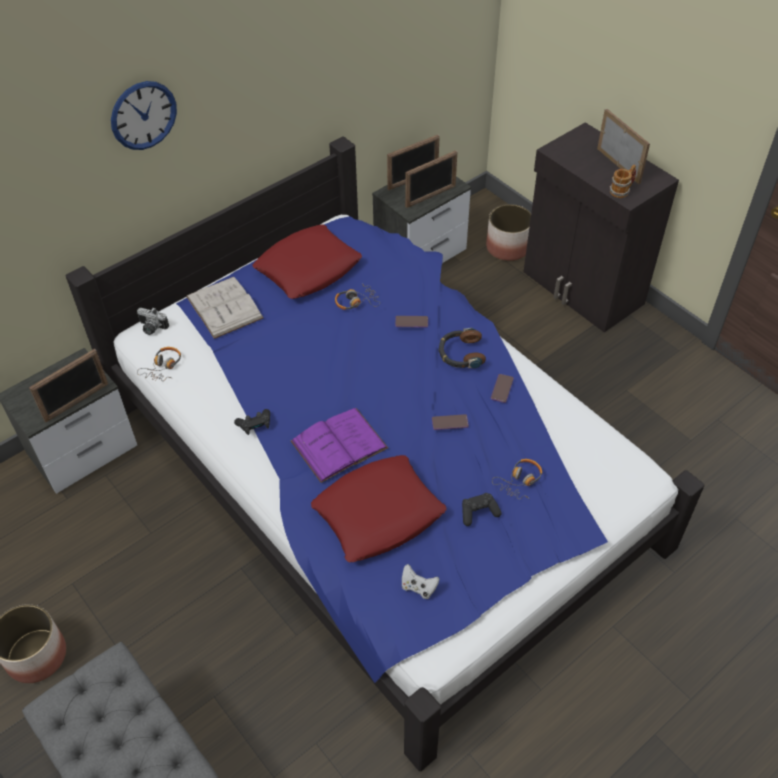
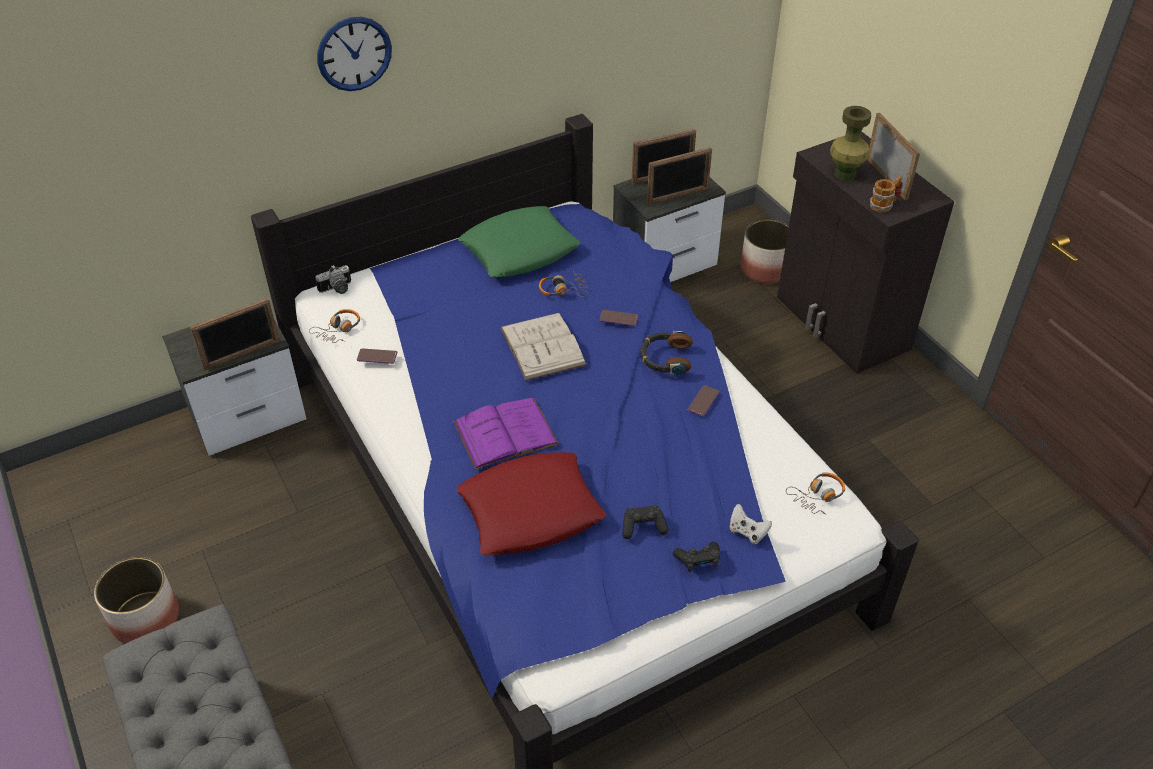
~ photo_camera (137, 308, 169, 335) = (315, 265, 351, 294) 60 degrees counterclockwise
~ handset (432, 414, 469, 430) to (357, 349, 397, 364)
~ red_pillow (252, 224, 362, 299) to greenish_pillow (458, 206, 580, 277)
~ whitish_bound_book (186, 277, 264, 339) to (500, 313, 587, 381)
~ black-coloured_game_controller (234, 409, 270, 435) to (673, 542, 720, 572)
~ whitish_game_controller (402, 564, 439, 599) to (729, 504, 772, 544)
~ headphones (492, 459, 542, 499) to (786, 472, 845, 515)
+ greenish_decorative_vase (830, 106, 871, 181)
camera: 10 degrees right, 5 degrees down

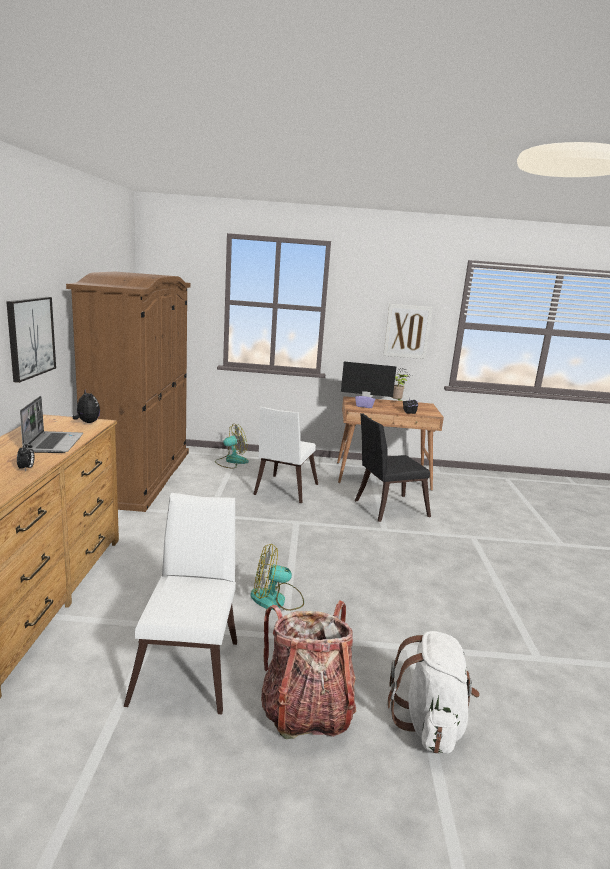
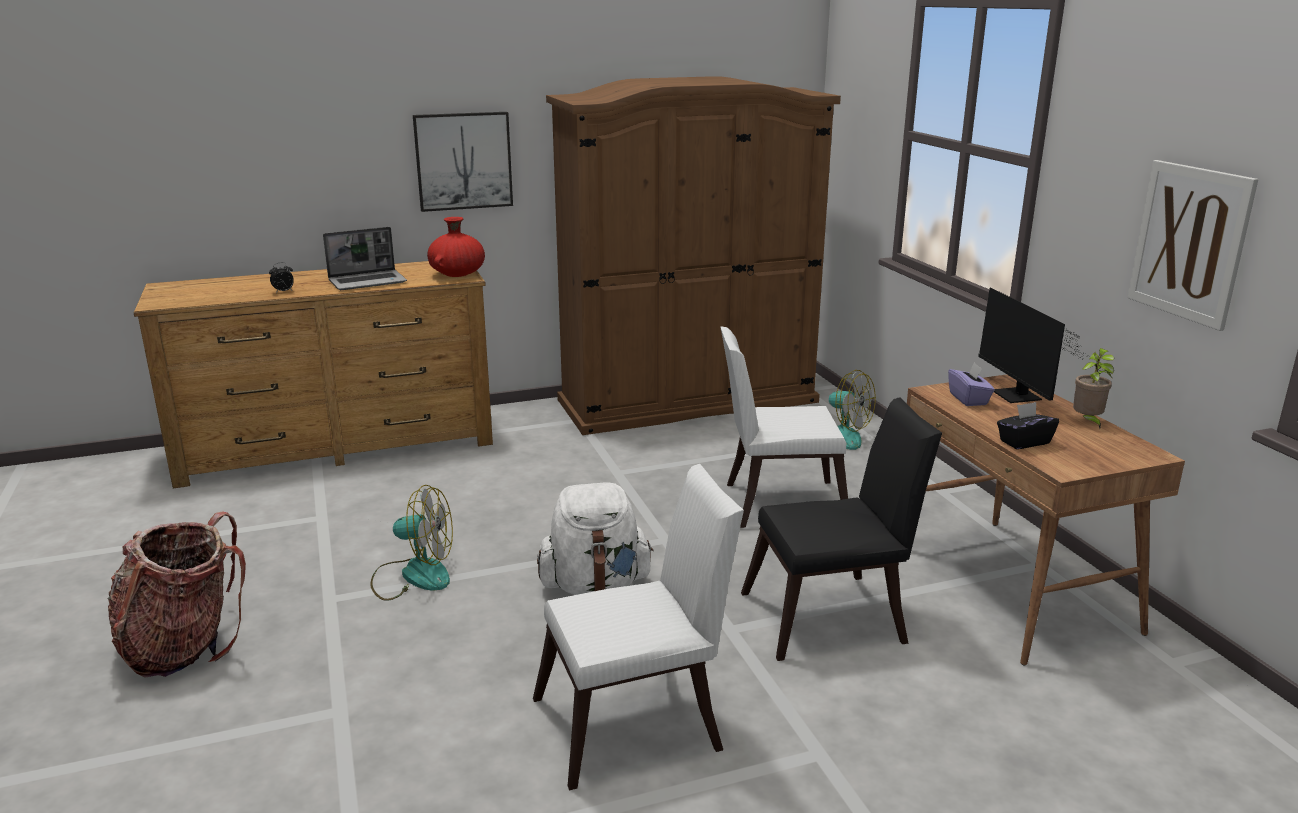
~ cooling_fan (251, 544, 304, 611) = (370, 485, 453, 601) 120 degrees clockwise
~ cuddly_toy (73, 390, 100, 423) to red_decorative_vase (427, 217, 485, 277)
~ whitish_upright_chair (123, 493, 237, 714) to (533, 464, 744, 790)
~ whitish_knapsack (388, 631, 480, 754) to (537, 483, 653, 595)
~ black-coloured_upright_chair (355, 413, 431, 522) = (741, 397, 942, 661) 120 degrees clockwise
camera: 70 degrees right, 5 degrees up

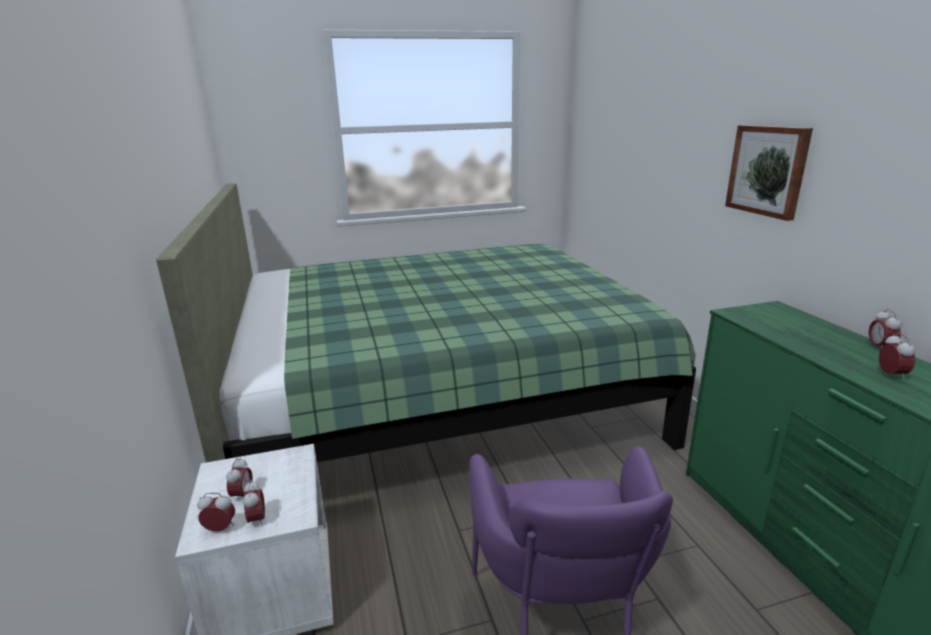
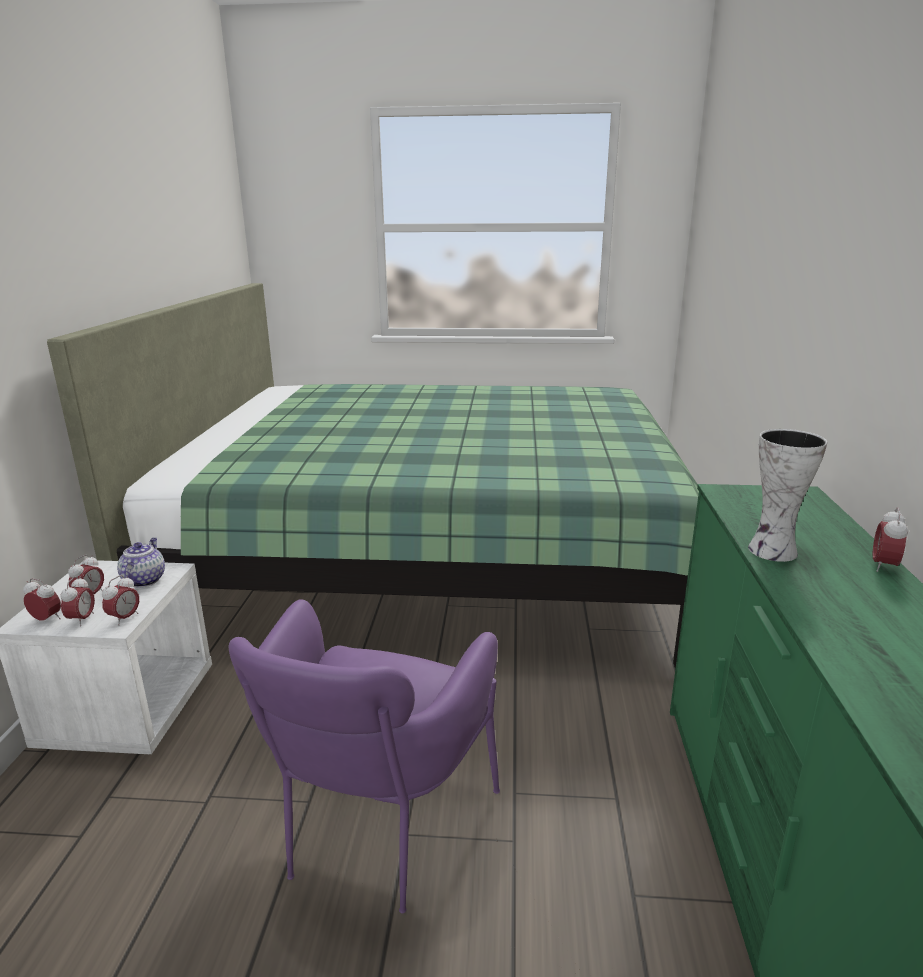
~ table_clock (879, 333, 915, 381) to (102, 575, 139, 625)
+ tea_pot (117, 538, 165, 588)
+ decorative_vase (748, 429, 827, 562)
- picture (725, 125, 813, 221)
camera: 20 degrees right, 0 degrees up

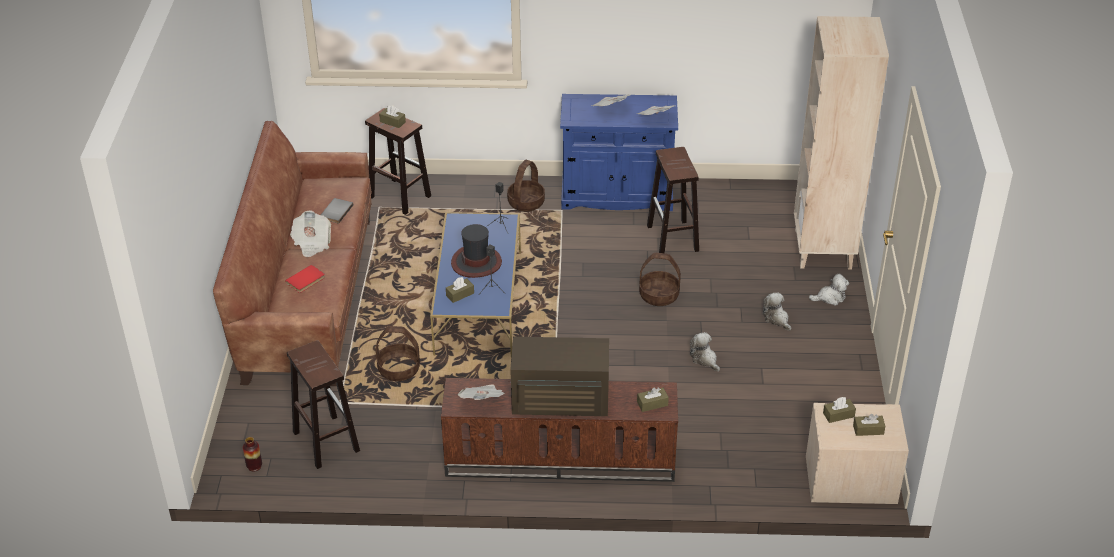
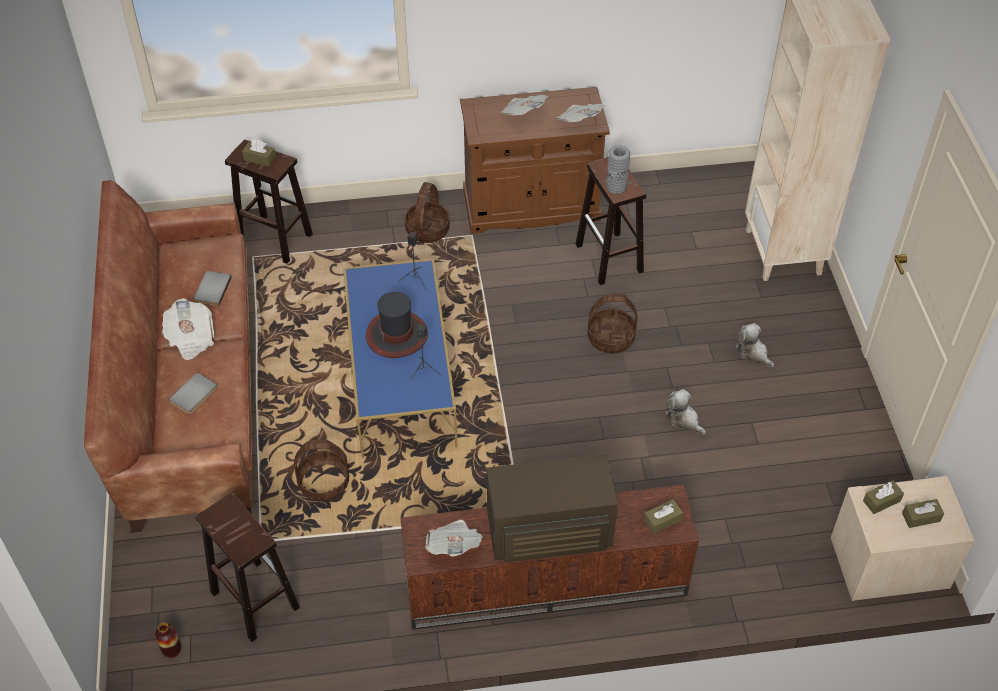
~ red_bound_book (285, 265, 325, 293) to greyish_bound_book (168, 372, 218, 414)
~ bluish_cupboard (560, 94, 678, 211) to brownish_cupboard (460, 87, 610, 234)
+ greyish_decorative_vase (607, 145, 630, 194)
- brownish_tissue_box (446, 277, 474, 303)
- cuddly_toy (809, 274, 849, 306)
camera: 10 degrees left, 10 degrees up

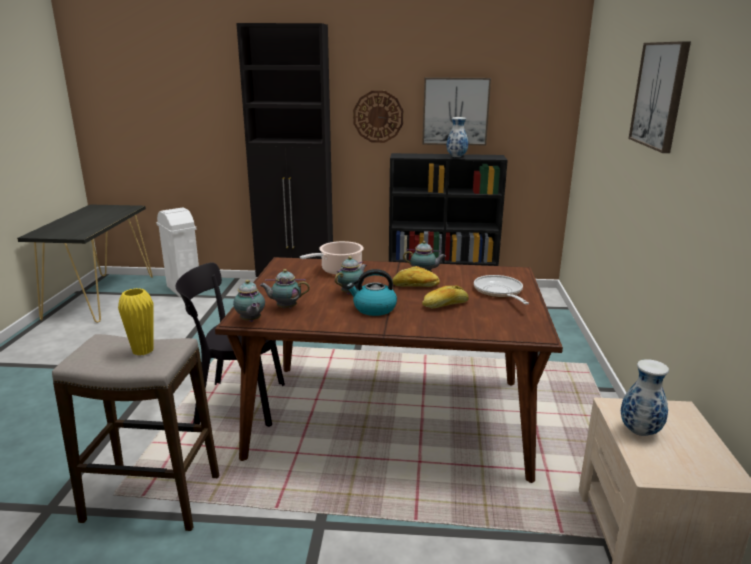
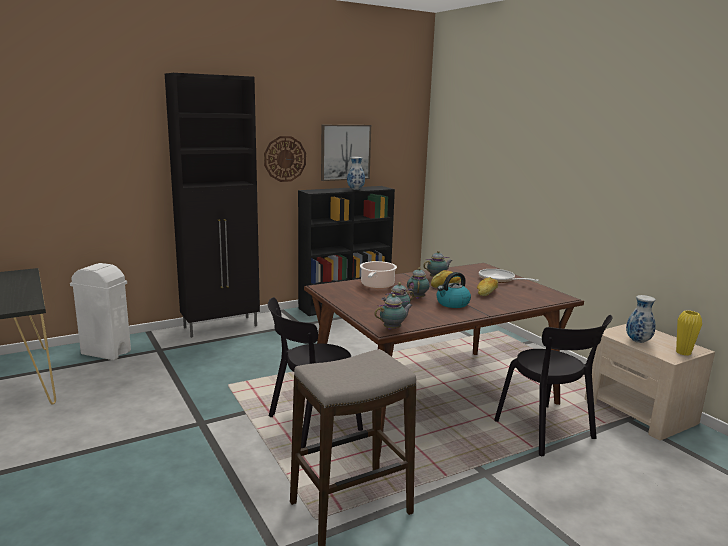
~ tea_pot (233, 280, 265, 322) = (374, 294, 413, 330) 60 degrees counterclockwise
+ black-coloured_upright_chair (494, 315, 612, 456)
~ yellow_decorative_vase (118, 288, 154, 355) to (676, 310, 702, 355)
- picture (628, 41, 691, 153)
camera: 35 degrees left, 5 degrees down

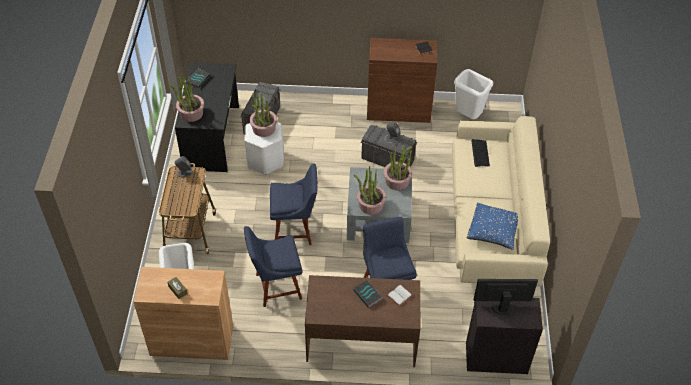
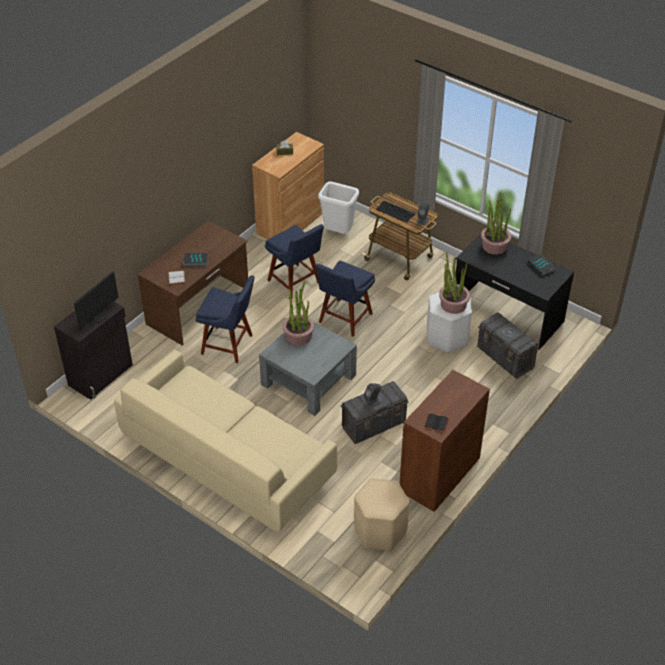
~ bluish_upright_chair (244, 226, 303, 307) = (265, 224, 324, 299) 120 degrees clockwise
~ whitish_rubbish_bin (454, 69, 493, 119) to beige_stool_seat (354, 478, 409, 551)
~ keyboard (472, 139, 490, 167) to (376, 201, 416, 223)
- plant_in_a_pot (383, 146, 412, 190)
- bluish_pillow (467, 203, 518, 250)
camera: 125 degrees right, 5 degrees down

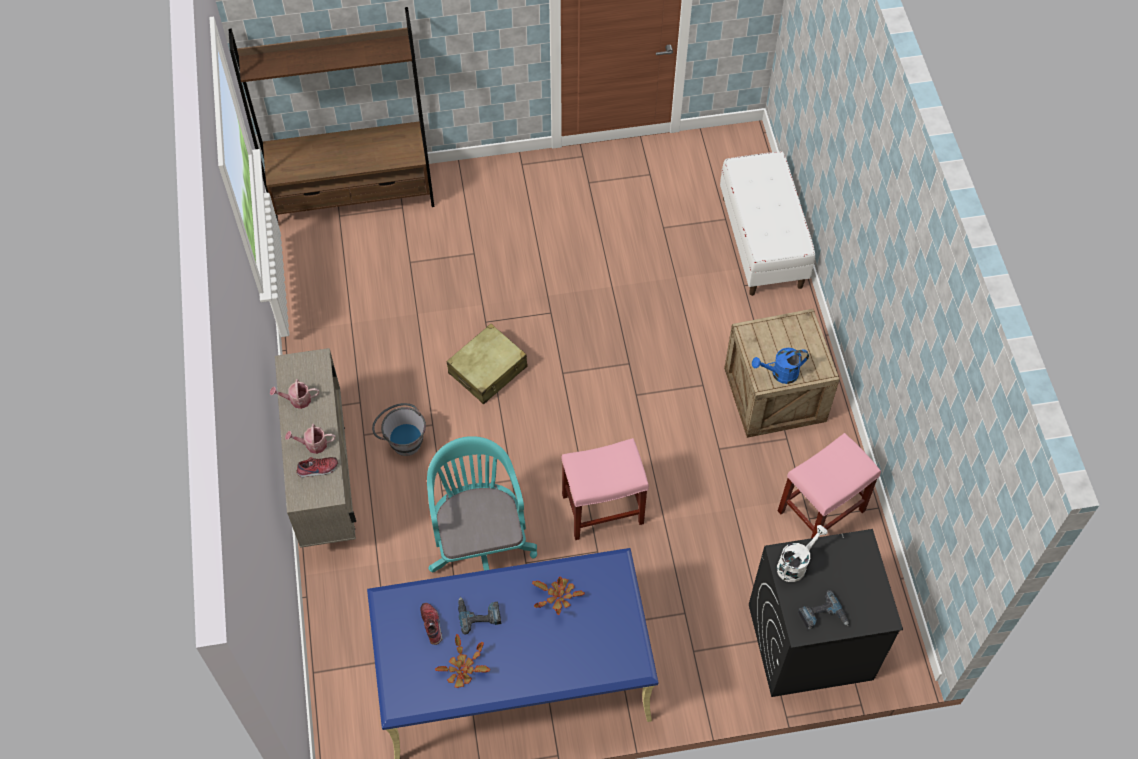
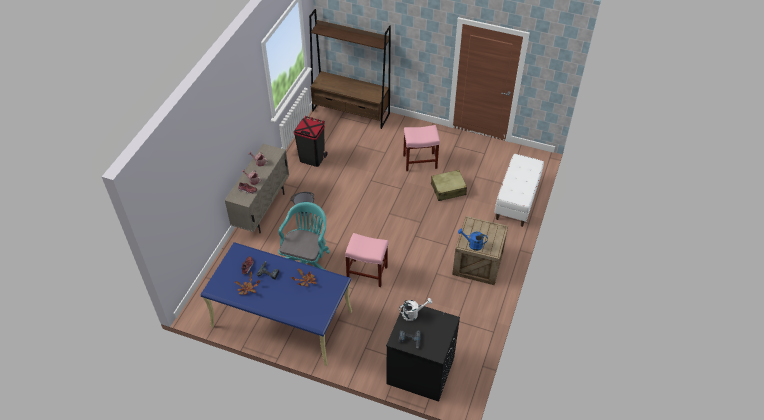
+ black-coloured_rubbish_bin (294, 116, 328, 167)
~ pinkish_stool_seat (778, 433, 881, 538) to (403, 125, 440, 171)
~ beige_travel_case (447, 324, 527, 404) to (431, 170, 467, 201)
camera: 30 degrees right, 10 degrees down

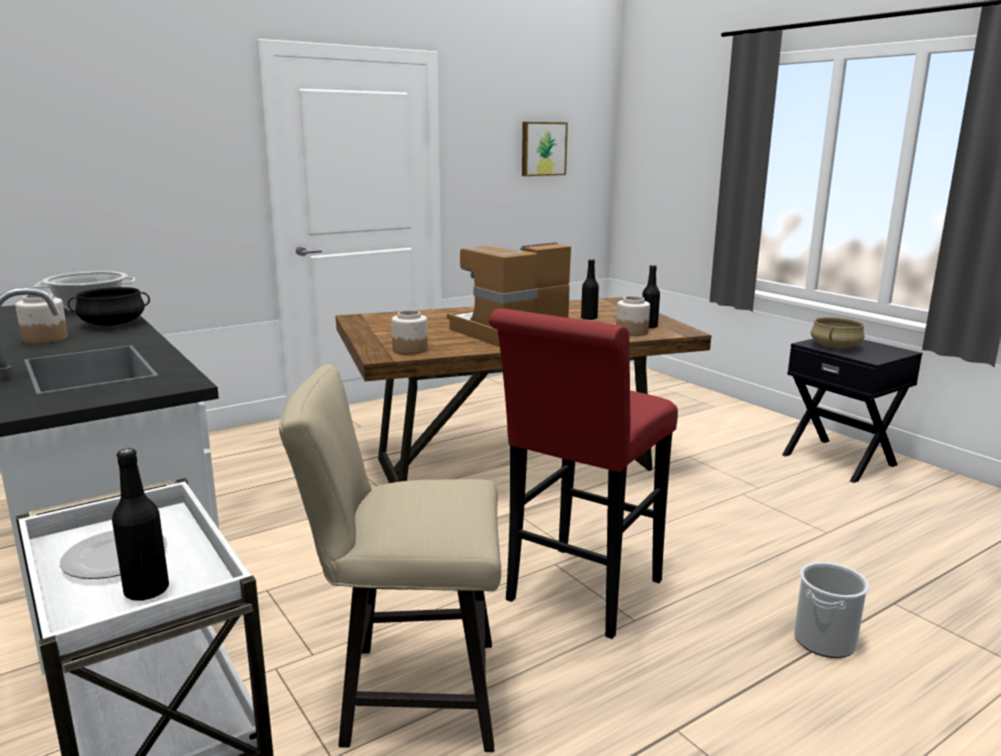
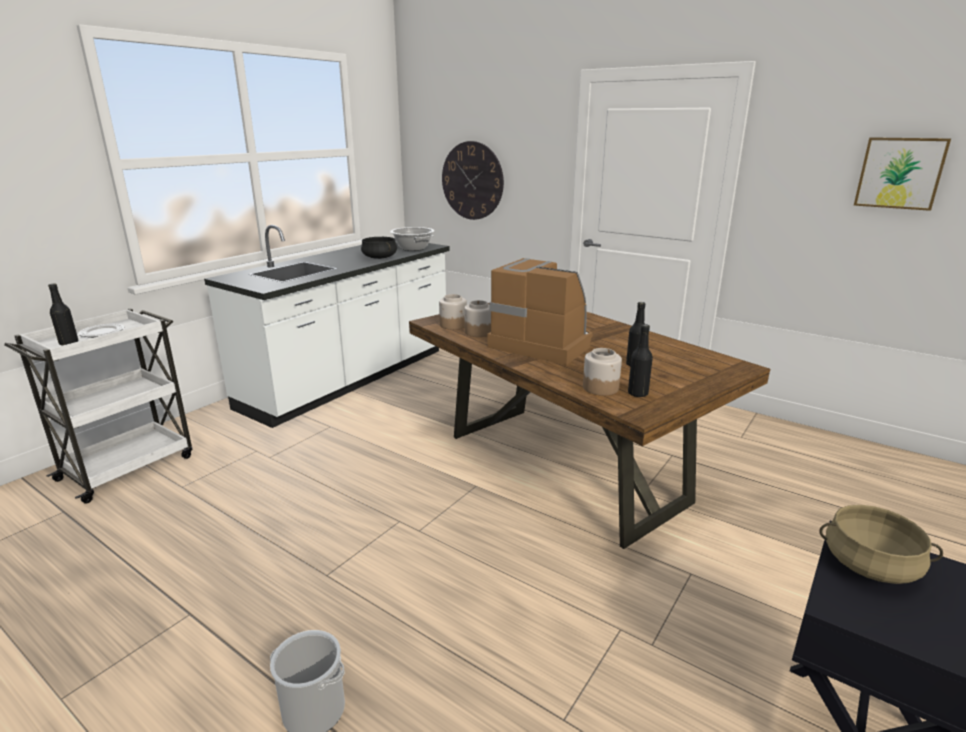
+ hanging_clock (442, 141, 504, 220)
~ jar (16, 293, 68, 344) to (464, 300, 491, 337)
- beige_upright_chair (279, 364, 501, 752)
- red_stool_seat (489, 309, 678, 639)
camera: 70 degrees right, 5 degrees up

